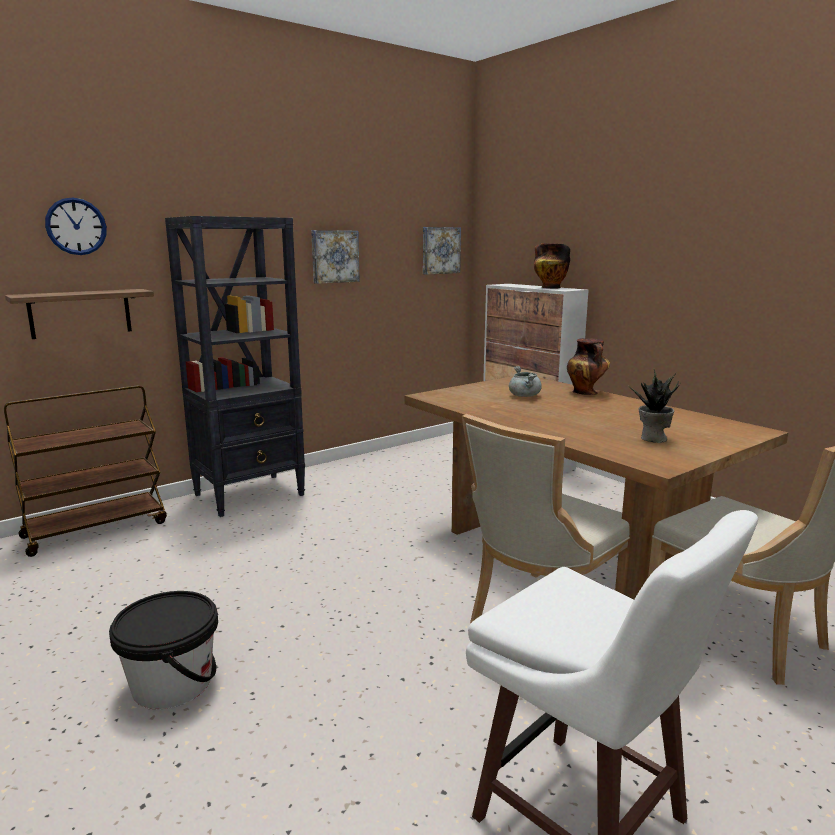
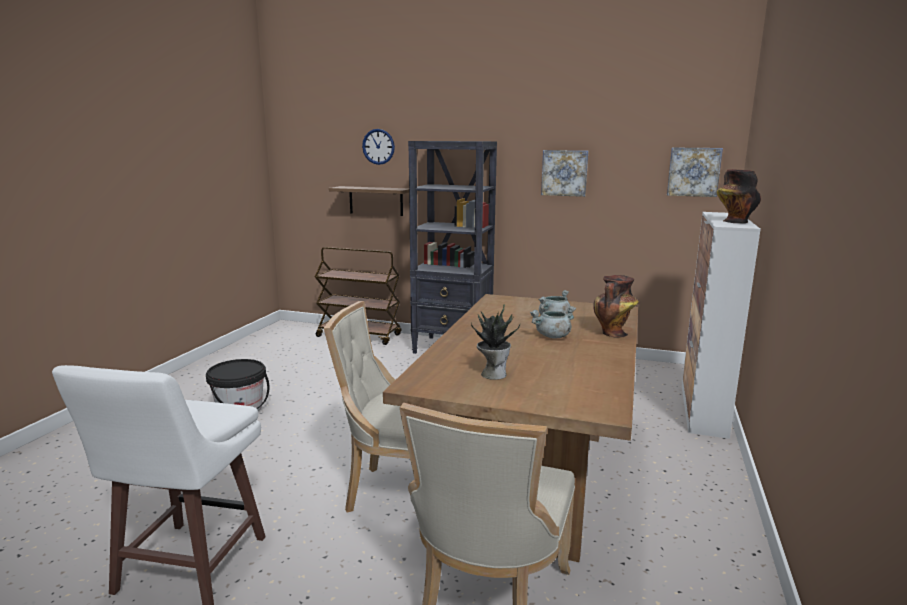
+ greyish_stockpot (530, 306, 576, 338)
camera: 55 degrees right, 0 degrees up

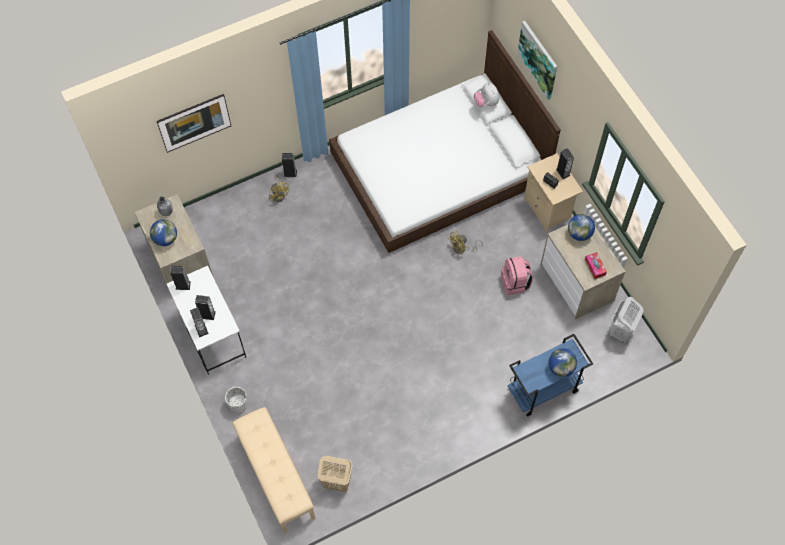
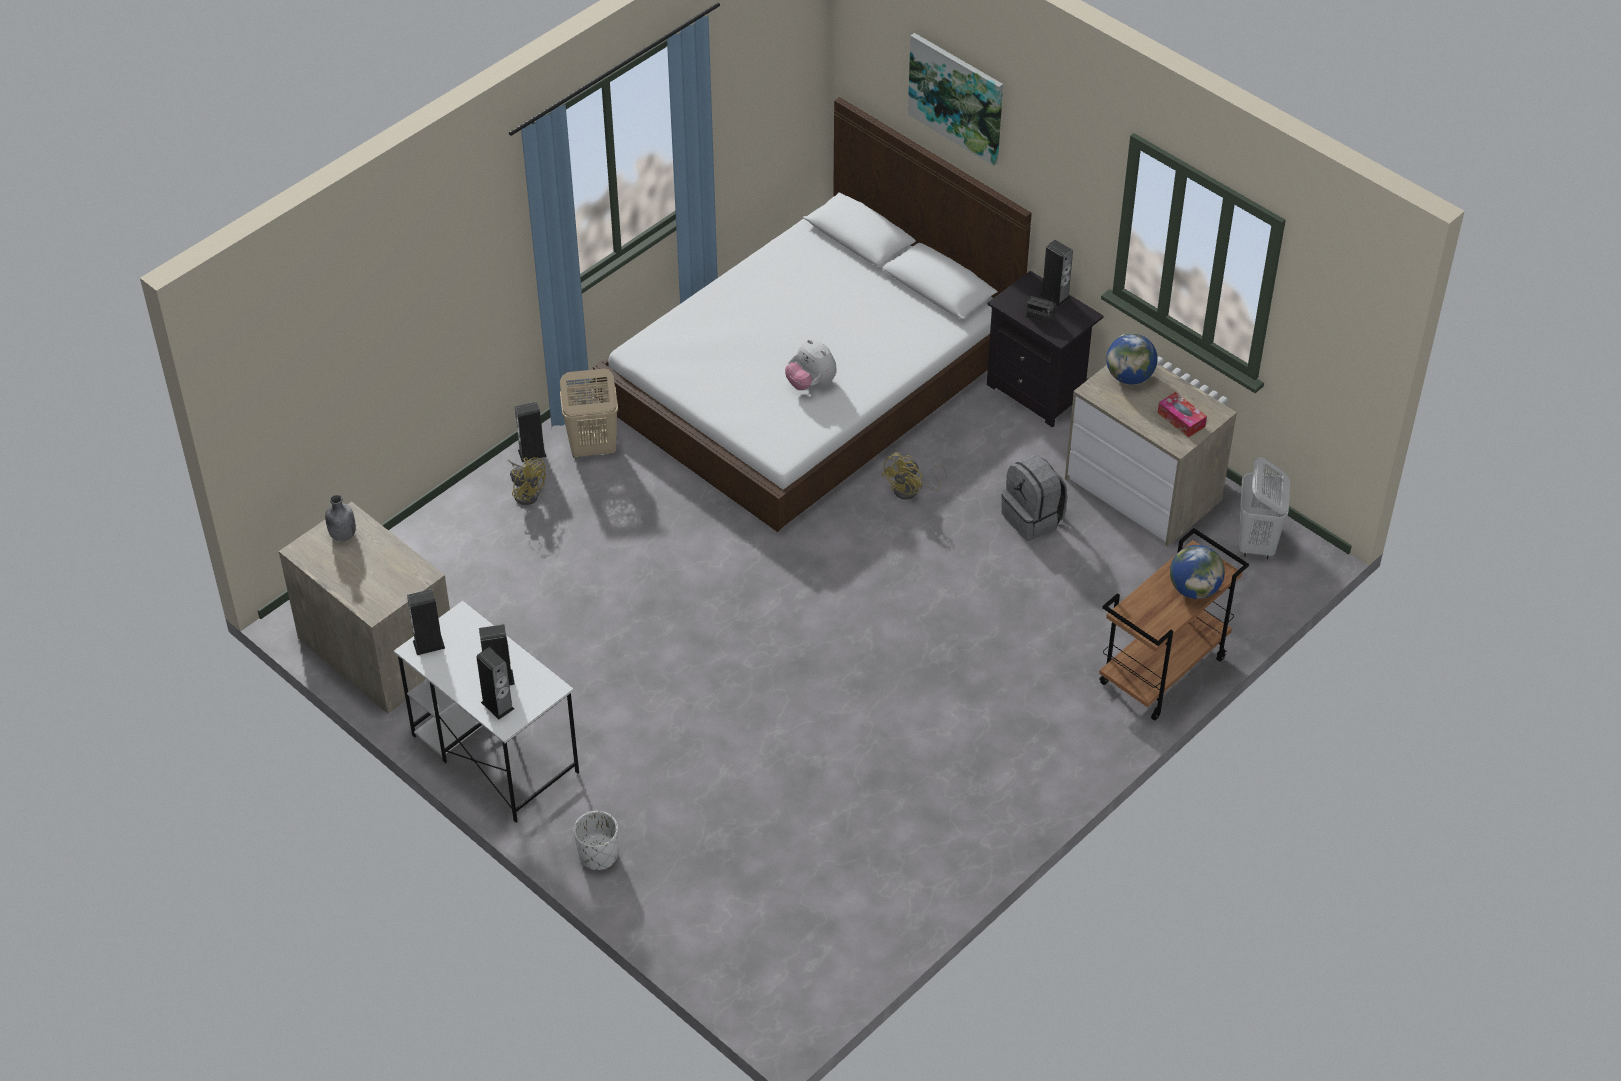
~ beige_hamper (317, 456, 353, 492) to (560, 368, 618, 459)
~ cuddly_toy (474, 83, 499, 107) to (785, 339, 837, 390)
~ beige_bedside_table (524, 153, 583, 233) to black-coloured_bedside_table (987, 271, 1103, 428)
~ pinkish_knapsack (501, 256, 533, 295) to greyish_knapsack (1002, 454, 1067, 541)
~ bluish_wheeled_cart (508, 334, 593, 417) to brownish_wheeled_cart (1099, 528, 1249, 721)
- world_globe (150, 219, 177, 246)
- picture (157, 94, 231, 153)
- beige_bench (232, 407, 315, 534)
camera: 20 degrees left, 15 degrees down

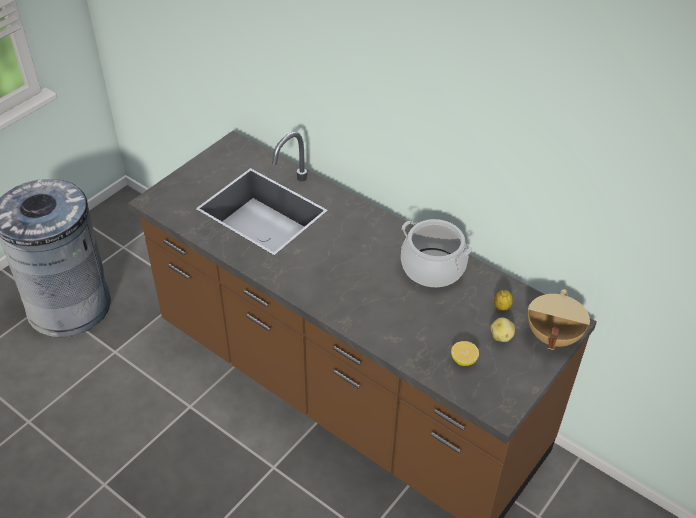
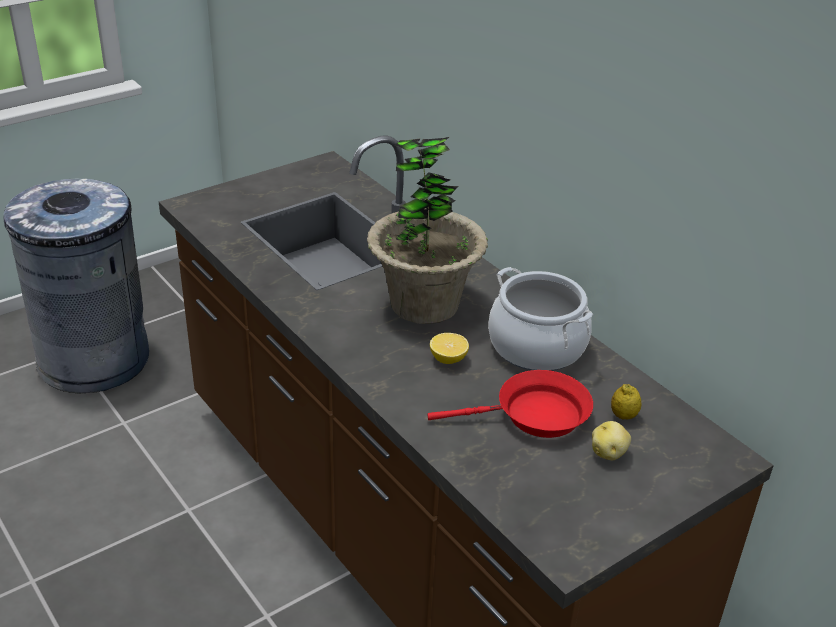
+ plant_in_a_pot (367, 137, 488, 324)
+ red_frying_pan (427, 370, 593, 438)
~ lemon (451, 341, 479, 366) to (430, 333, 469, 364)
- beige_stockpot (528, 289, 590, 350)
camera: 15 degrees right, 10 degrees down

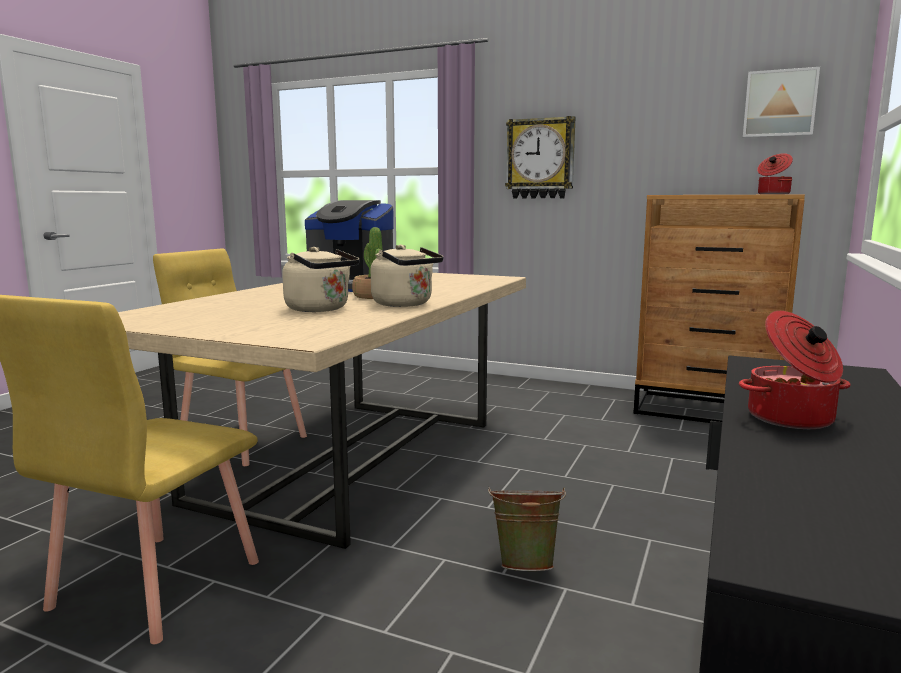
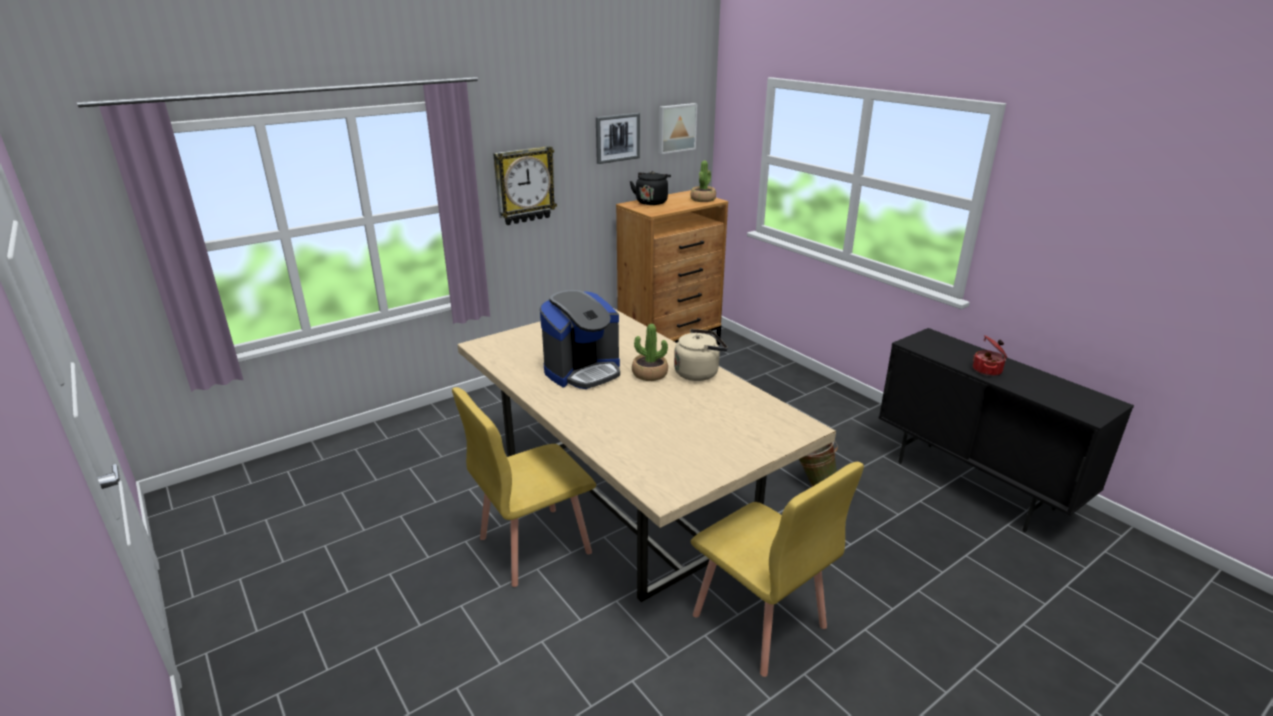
+ picture (596, 113, 640, 164)
+ black-coloured_tea_kettle (630, 171, 671, 205)
~ stockpot (757, 153, 793, 194) to plant_in_a_pot (691, 160, 716, 202)
- beige_tea_kettle (282, 247, 360, 312)
camera: 60 degrees left, 15 degrees up

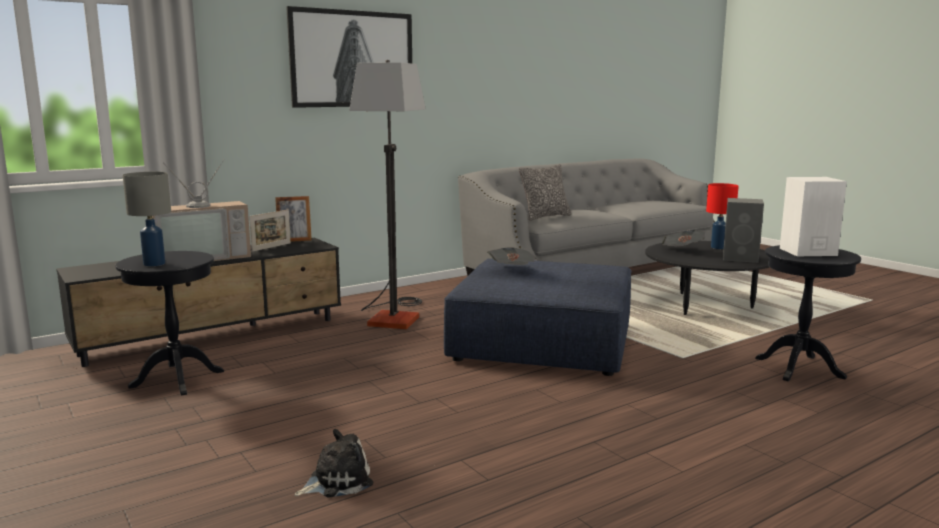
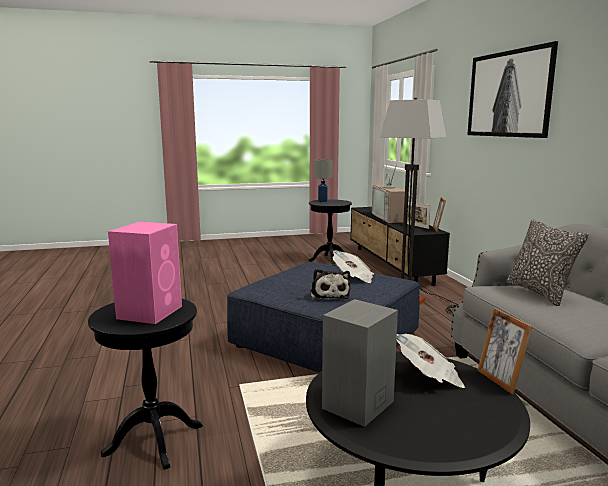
~ whitish_loudspeaker (780, 177, 847, 256) to pinkish_loudspeaker (108, 222, 182, 324)
~ cuddly_toy (295, 429, 373, 497) to (311, 269, 350, 301)
+ standing_frame (478, 308, 532, 394)
- red_table_lamp (706, 183, 739, 249)
camera: 110 degrees right, 0 degrees up

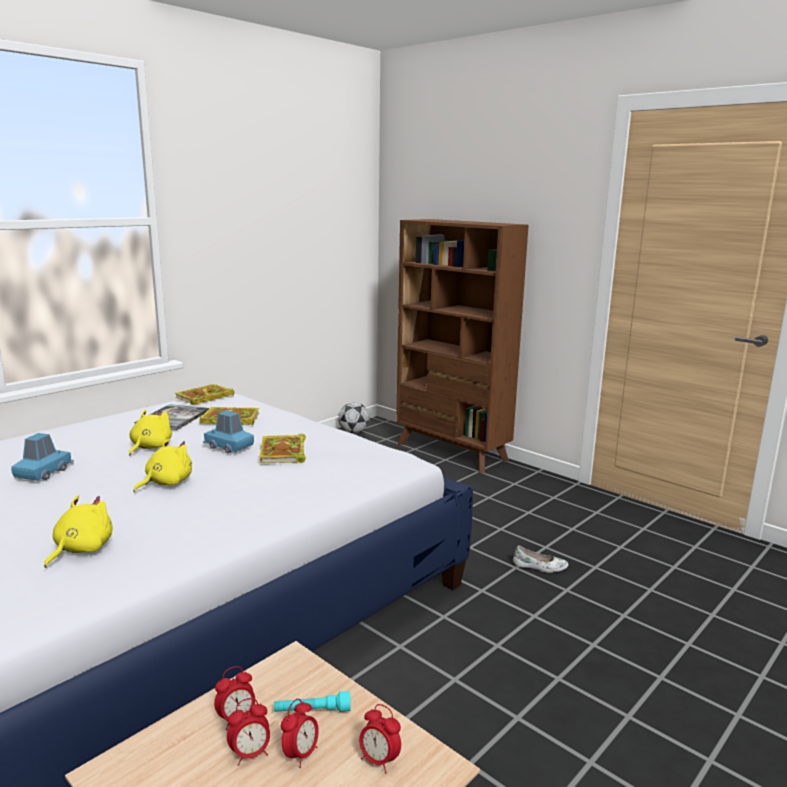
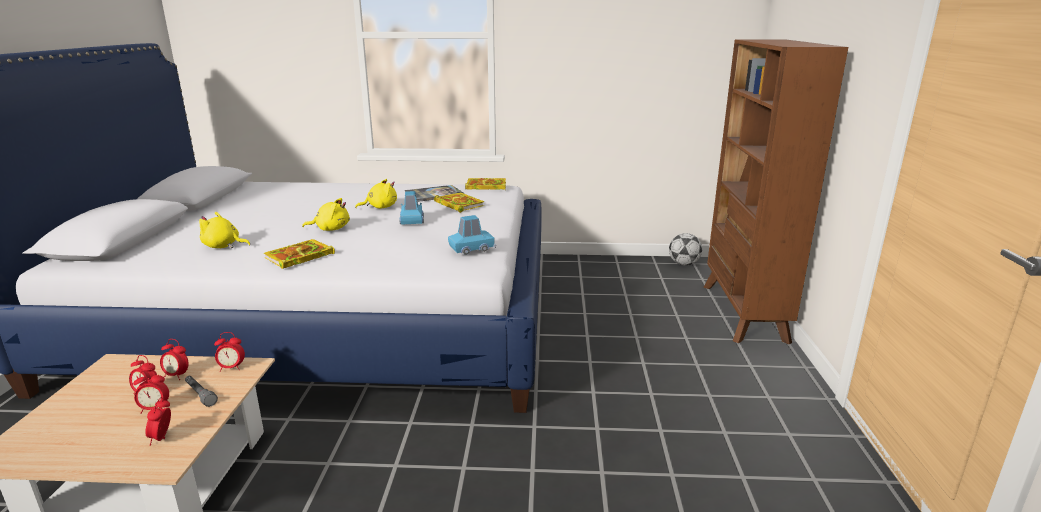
~ turquoise-coloured_hand_torch (274, 691, 351, 712) to greyish_hand_torch (185, 376, 218, 407)
~ yellow_cuddly_toy (44, 495, 113, 568) = (199, 212, 250, 248) 150 degrees counterclockwise
+ table_clock (214, 332, 245, 372)
~ bound_book (259, 433, 306, 463) to (264, 239, 335, 269)
~ bluish_miniature_car (11, 433, 73, 481) to (448, 215, 496, 255)
- whitish_low_shoe (513, 546, 568, 573)
camera: 50 degrees right, 5 degrees up

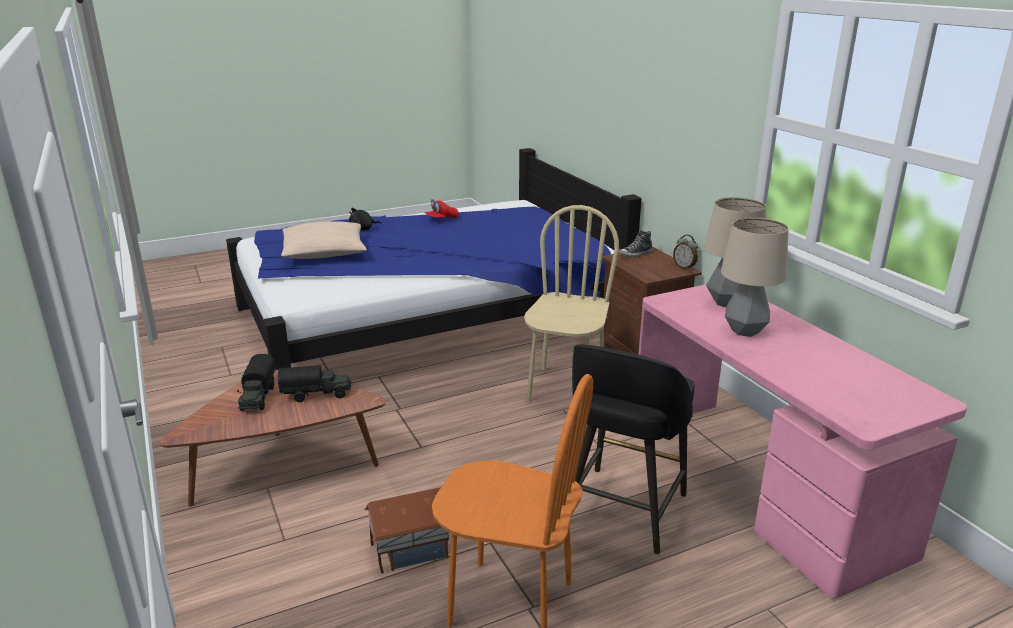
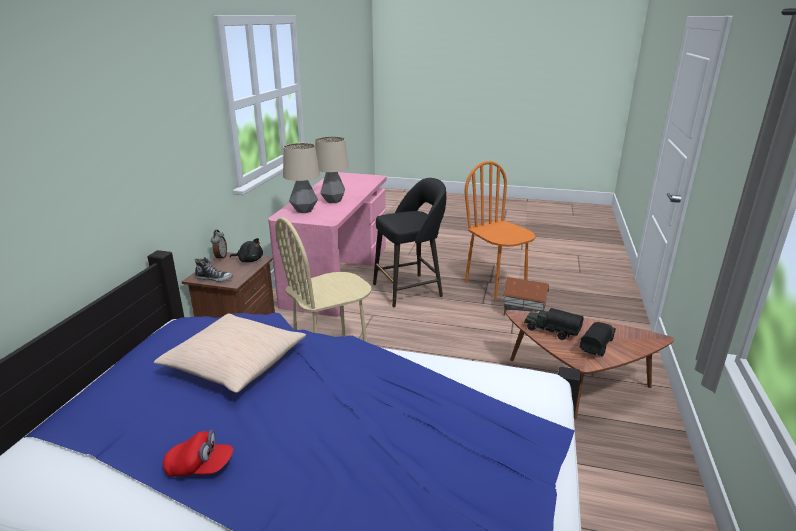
~ beige_pillow (281, 221, 367, 259) to (153, 314, 306, 393)
~ black-coloured_cuddly_toy (349, 208, 382, 230) to (230, 238, 263, 262)
camera: 140 degrees left, 0 degrees up

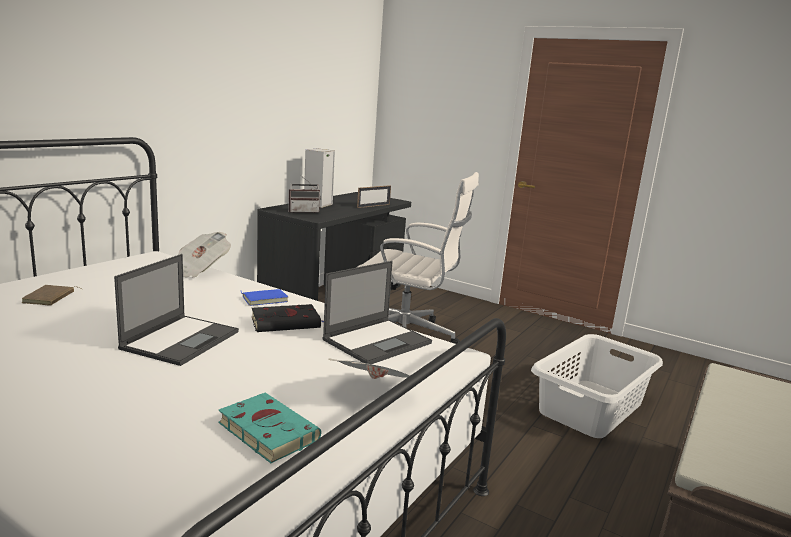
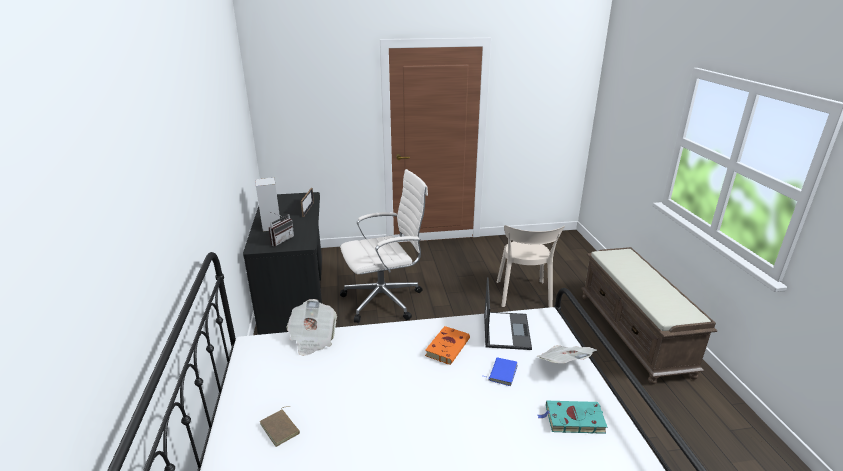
~ black-coloured_bound_book (252, 304, 324, 332) to orangey_bound_book (425, 326, 470, 365)
~ bluish_bound_book (241, 289, 288, 306) to (485, 357, 518, 386)
~ whitish_hamper (531, 334, 663, 438) to beige_upright_chair (497, 225, 565, 307)
- portable_computer (114, 254, 239, 366)
camera: 40 degrees left, 10 degrees up

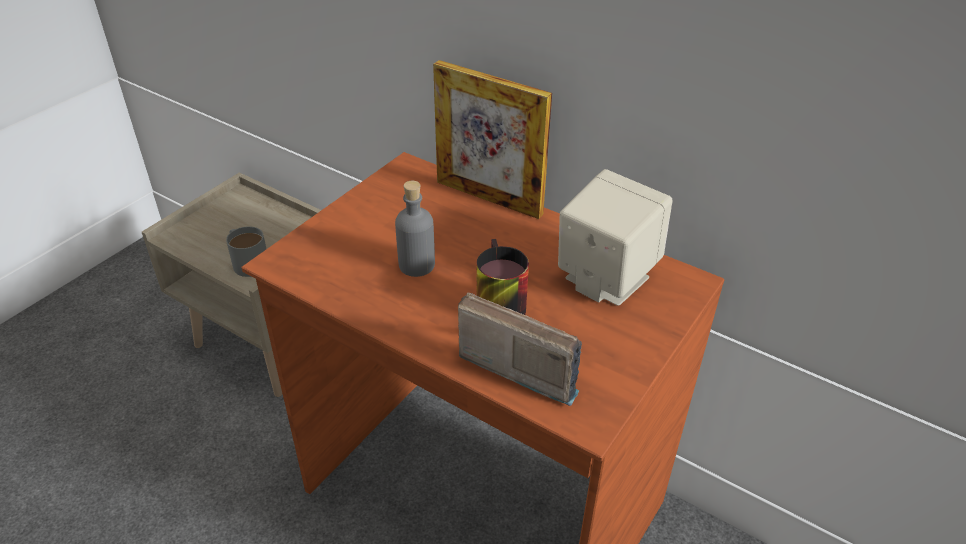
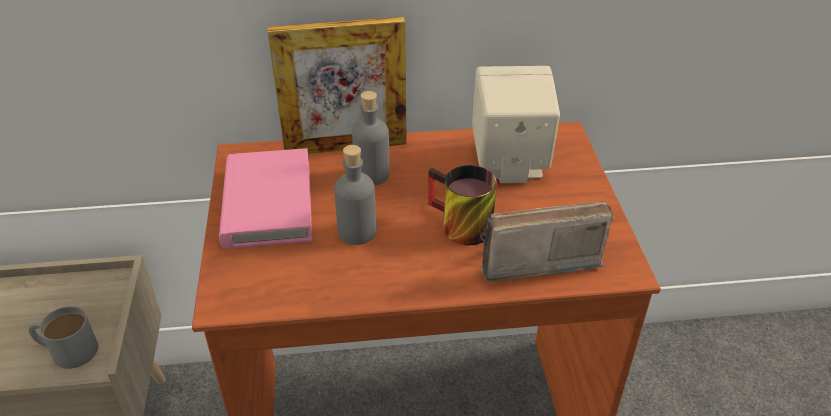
+ pinkish_bound_book (219, 148, 312, 249)
+ greyish_bottle (352, 91, 390, 185)
camera: 40 degrees left, 0 degrees up

